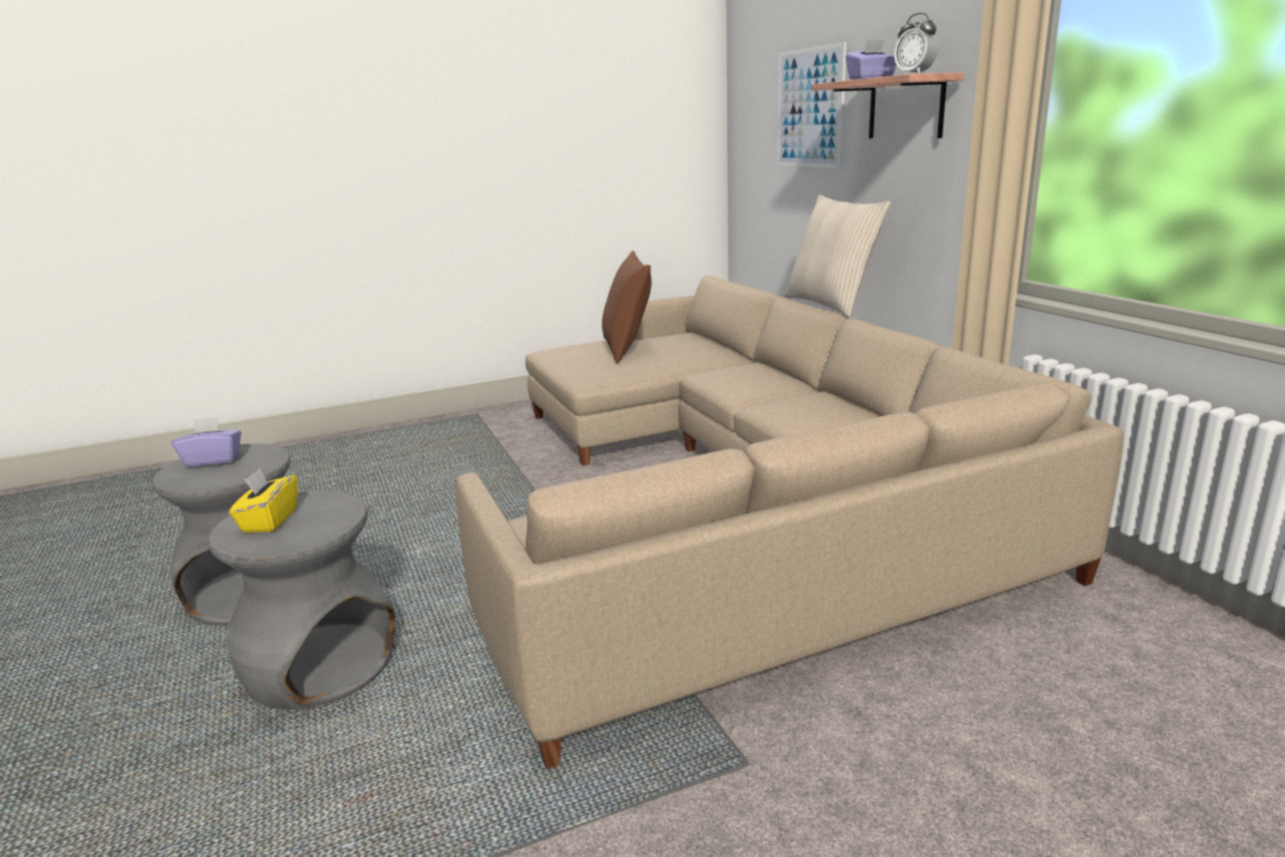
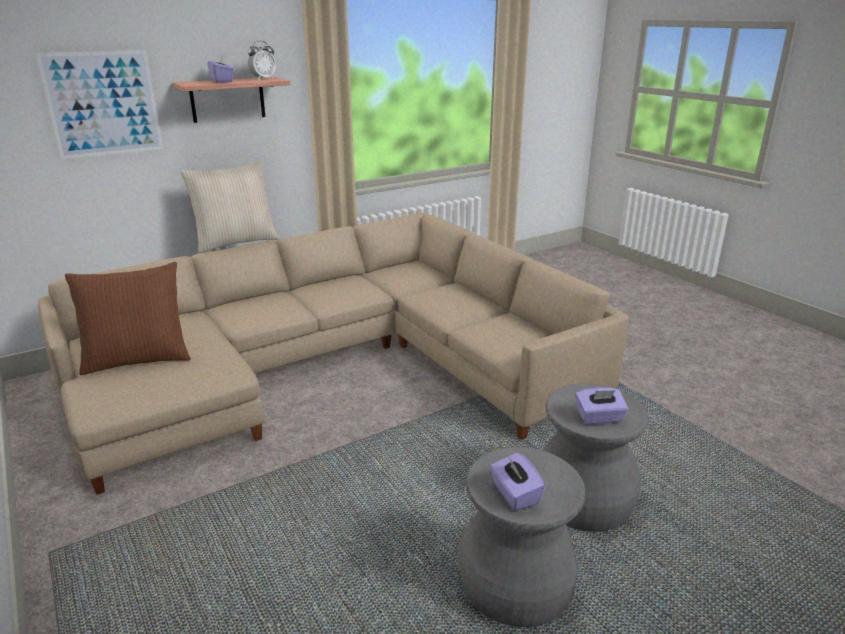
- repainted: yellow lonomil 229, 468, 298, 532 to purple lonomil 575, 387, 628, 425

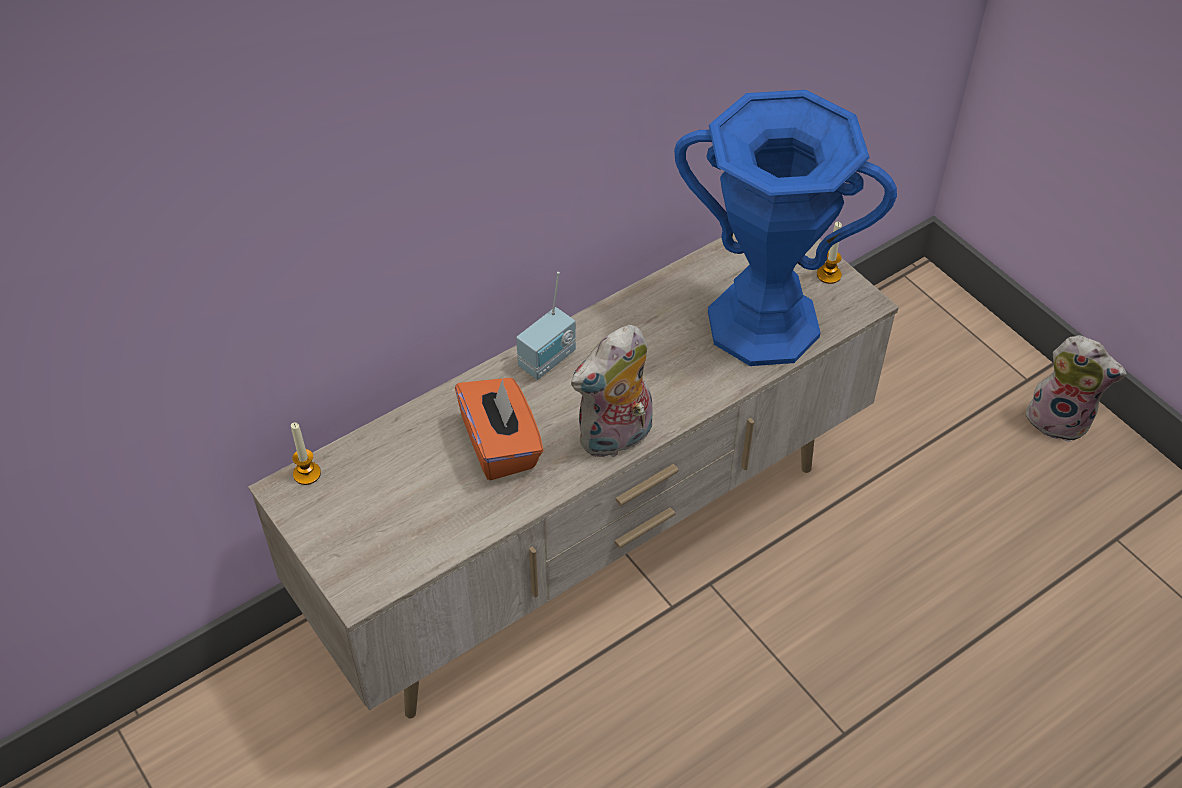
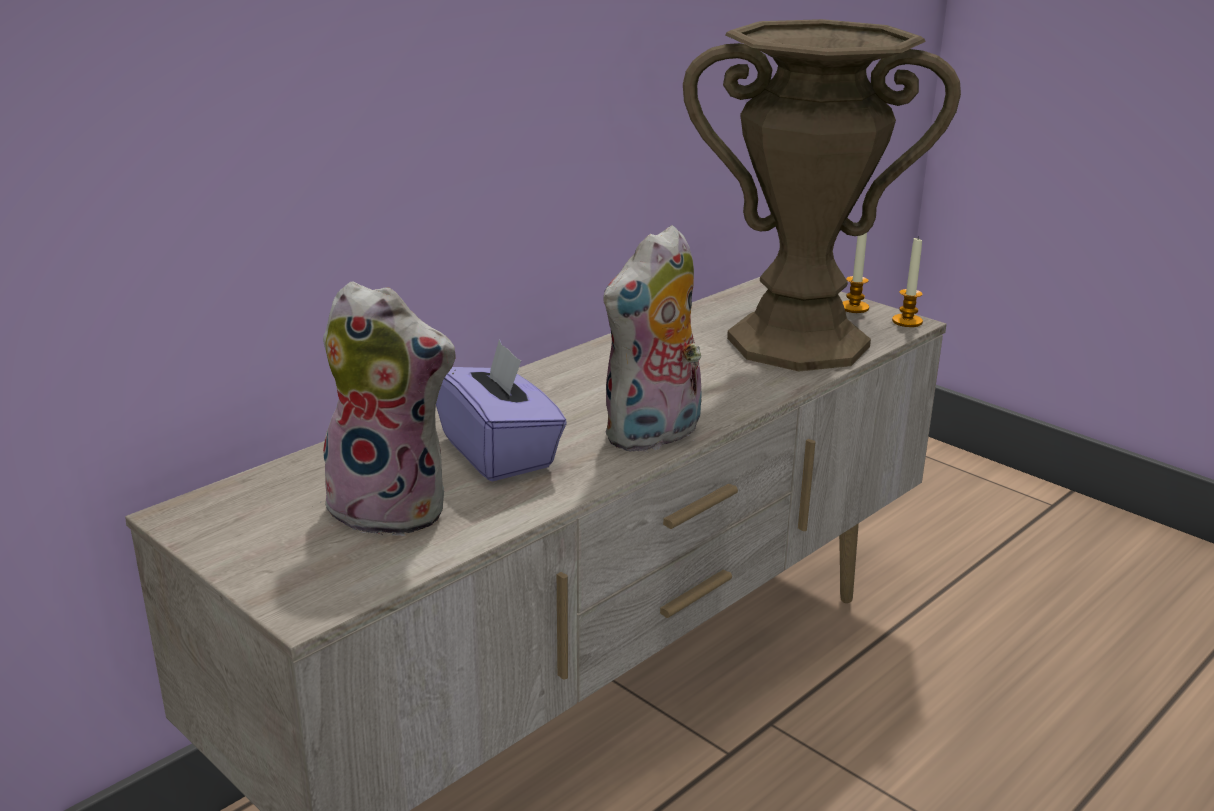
- repainted: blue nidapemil 674, 90, 897, 366 to brown nidapemil 683, 19, 961, 371
- gone: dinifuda 516, 272, 576, 380
- shifted: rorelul 1026, 335, 1127, 442 to 311, 281, 456, 536
- repainted: orange lonomil 455, 378, 544, 480 to purple lonomil 436, 339, 567, 482
- shifted: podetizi 291, 422, 321, 485 to 892, 236, 923, 327

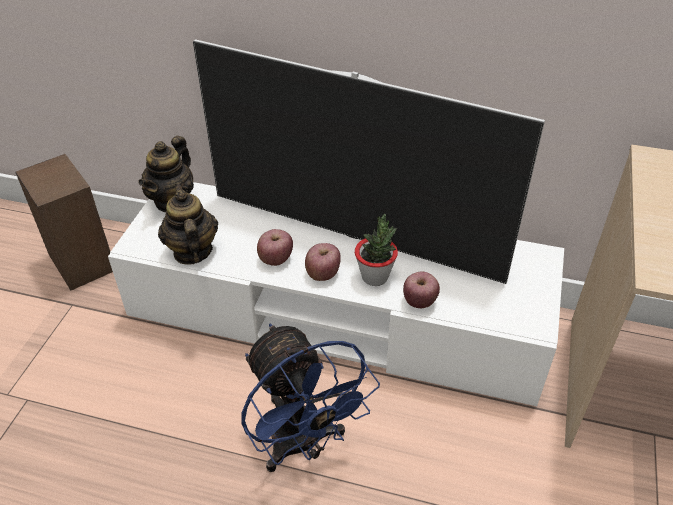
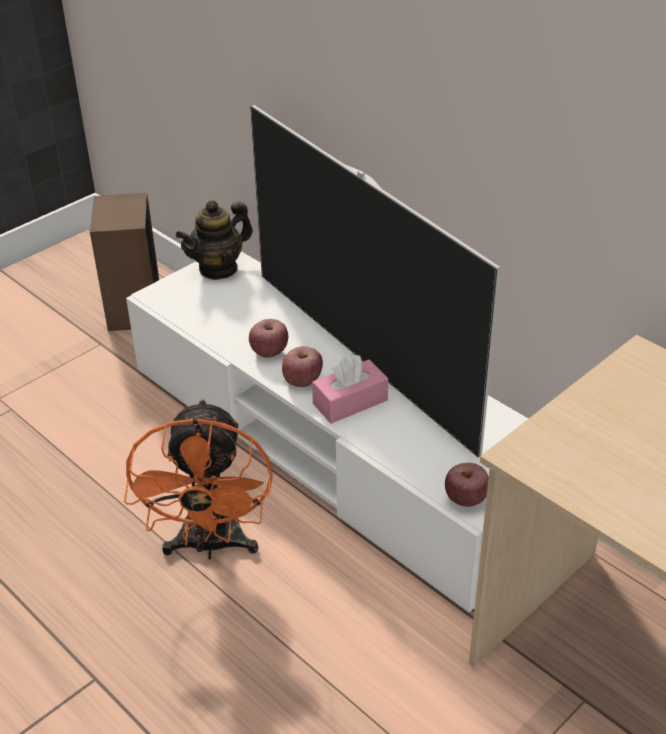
- gone: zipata 158, 183, 218, 265
- swapped: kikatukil 355, 213, 398, 286 to pink lonomil 312, 355, 388, 424
- shifted: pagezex 403, 271, 440, 308 to 445, 463, 489, 507
- repainted: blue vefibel 242, 324, 380, 472 to orange vefibel 124, 398, 273, 560

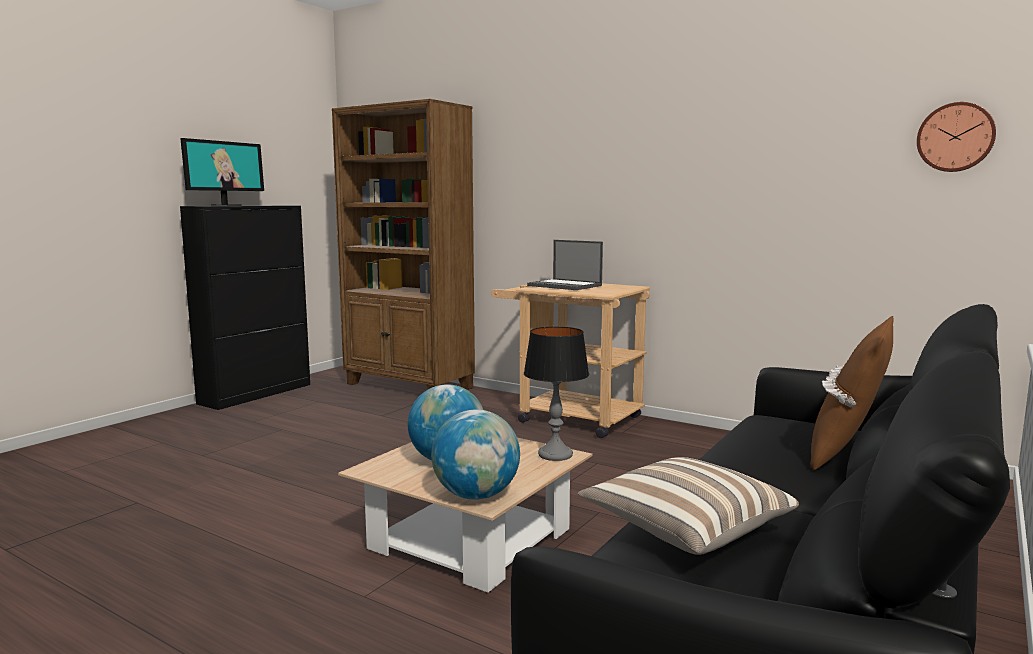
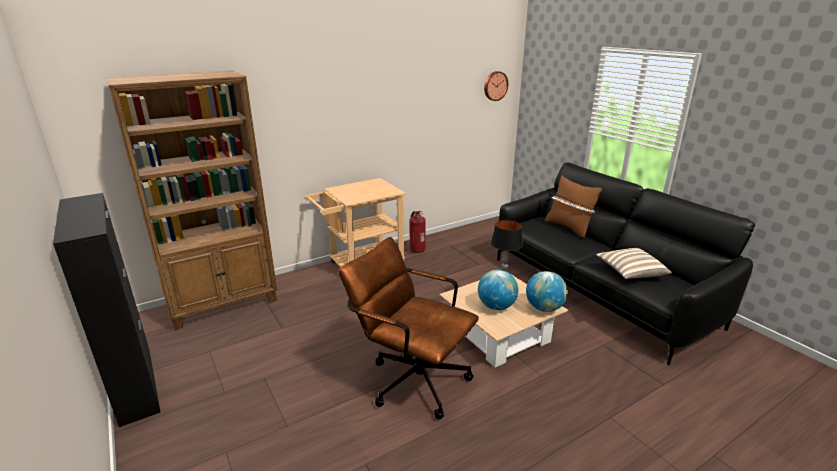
- gone: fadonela 180, 138, 264, 206
- gone: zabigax 527, 240, 603, 290
- new: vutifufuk 409, 211, 426, 253
- new: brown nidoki 339, 237, 479, 420

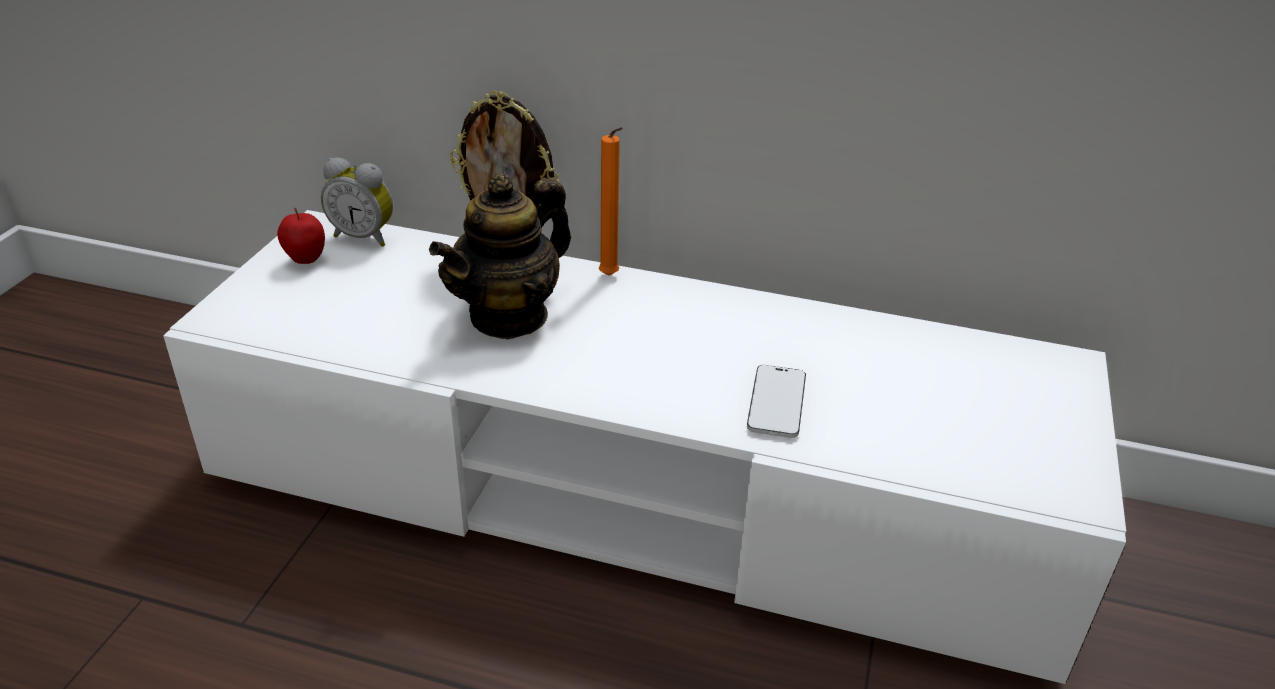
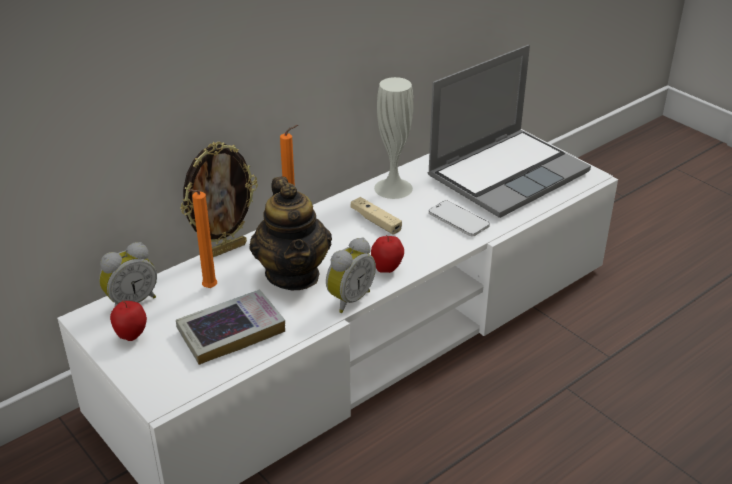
- new: zabigax 428, 45, 591, 218
- new: white nidapemil 374, 77, 413, 199
- new: orange podetizi 188, 189, 217, 288
- new: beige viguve 351, 197, 402, 234
- new: pagezex 371, 235, 404, 273
- new: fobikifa 326, 237, 376, 313
- new: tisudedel 176, 290, 285, 365

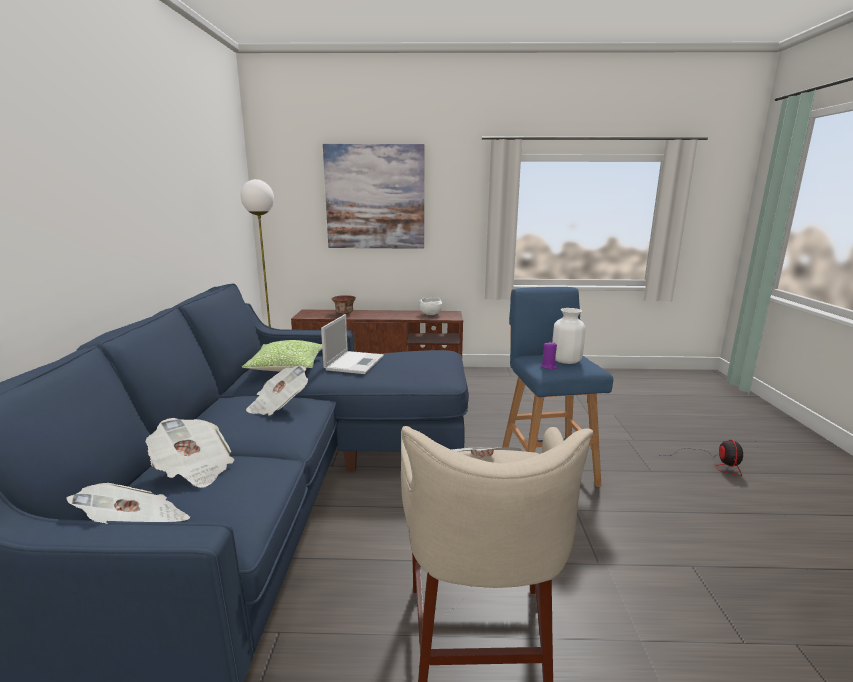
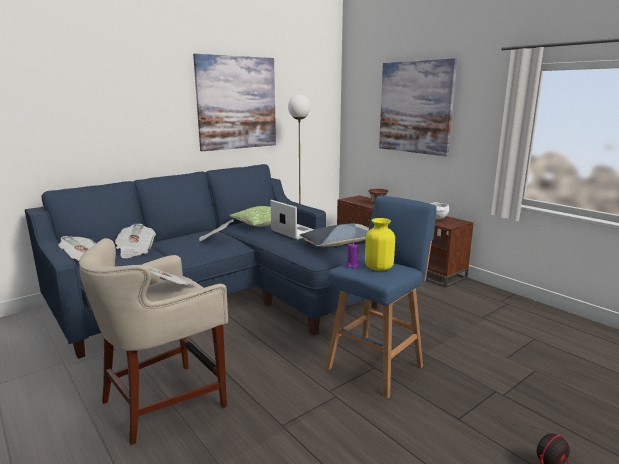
- repainted: white nidapemil 552, 308, 586, 364 to yellow nidapemil 365, 218, 395, 271
- rotated: zabigax 321, 314, 384, 374 = 270, 200, 314, 240 105 degrees counterclockwise
- new: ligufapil 193, 54, 276, 151
- new: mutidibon 300, 224, 369, 247

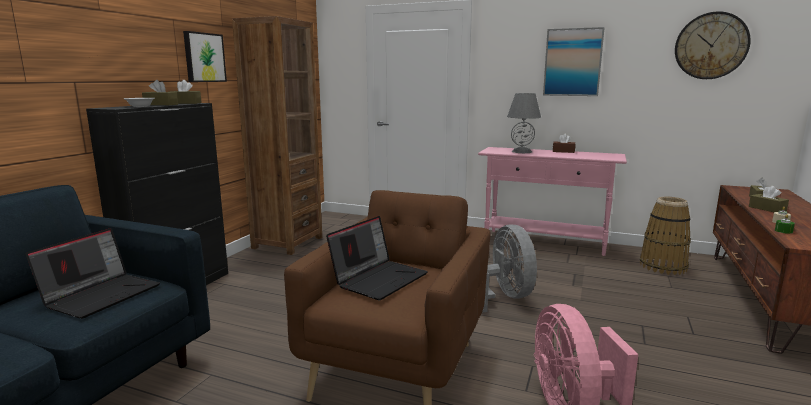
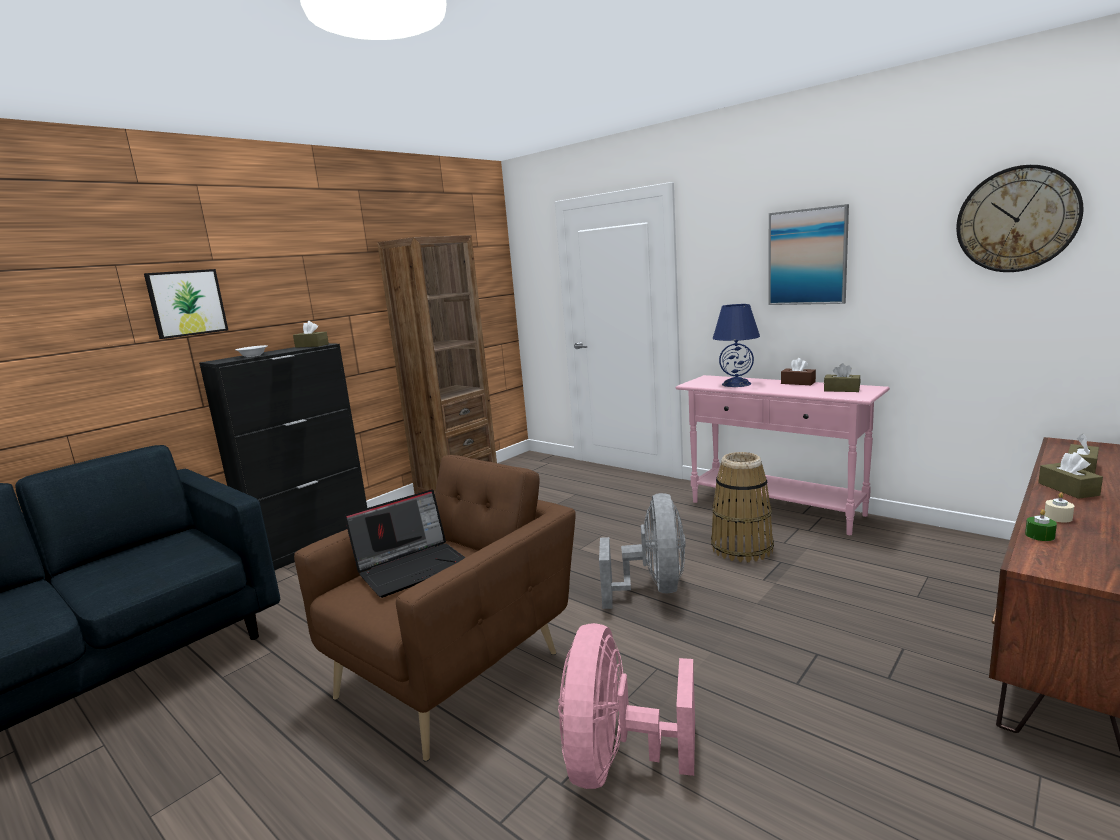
- shifted: ligufapil 183, 31, 227, 82 to 144, 269, 228, 339
- shifted: brown lonomil 142, 80, 178, 105 to 824, 363, 860, 392
- repainted: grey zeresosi 507, 93, 541, 153 to blue zeresosi 713, 304, 760, 387
- shifted: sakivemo 640, 197, 691, 275 to 711, 452, 774, 562
- gone: zabigax 26, 228, 160, 319

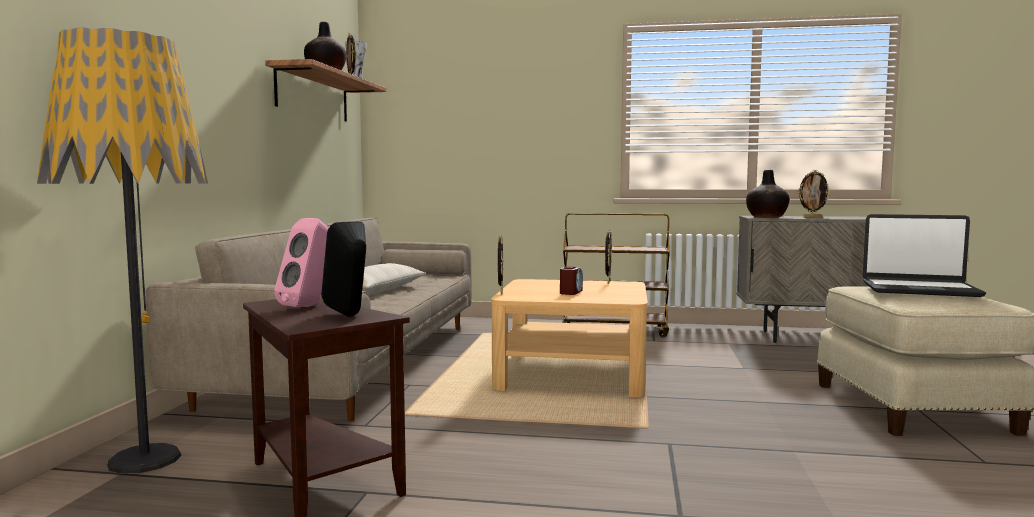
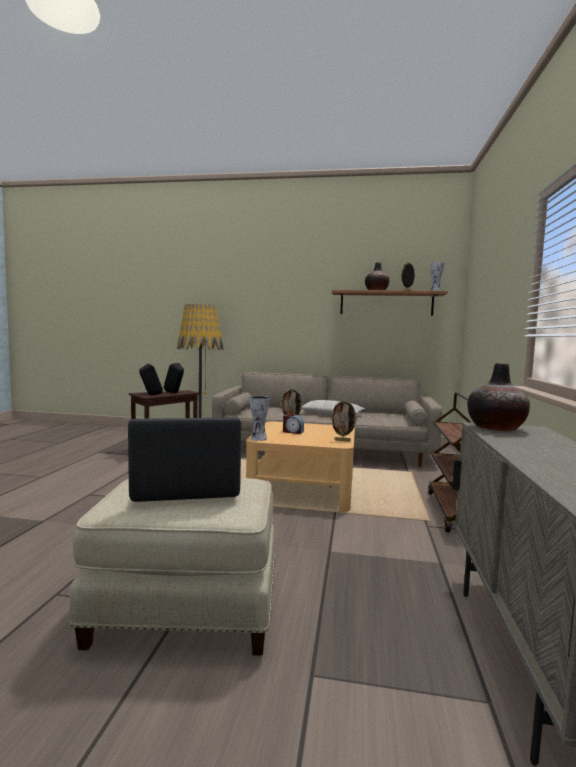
- gone: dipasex 798, 170, 831, 218
- rotated: zabigax 863, 214, 986, 297 = 128, 418, 241, 502 60 degrees clockwise
- repainted: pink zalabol 274, 218, 329, 307 to black zalabol 164, 363, 184, 393
- new: nidapemil 249, 396, 270, 441

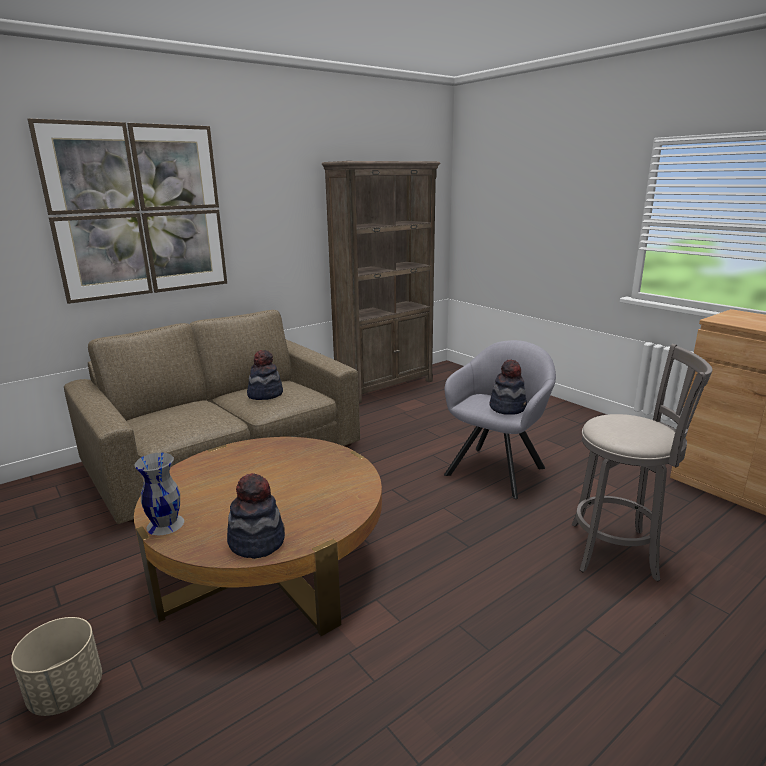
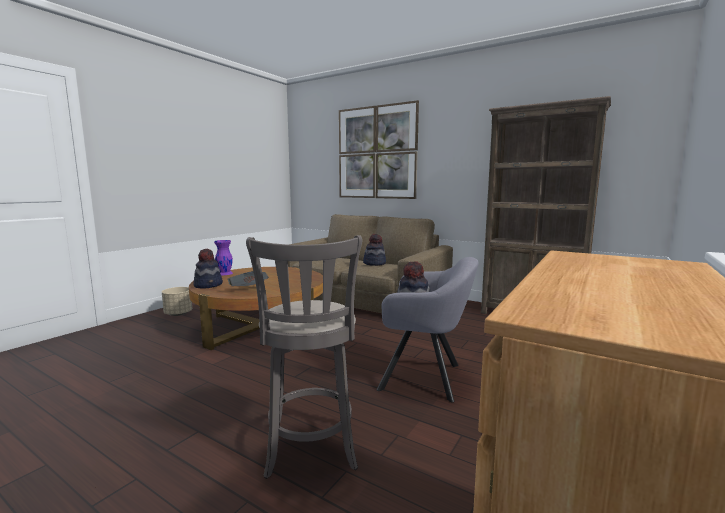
- repainted: grey nidapemil 134, 453, 184, 535 to purple nidapemil 214, 240, 233, 275
- new: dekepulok 228, 271, 269, 286

